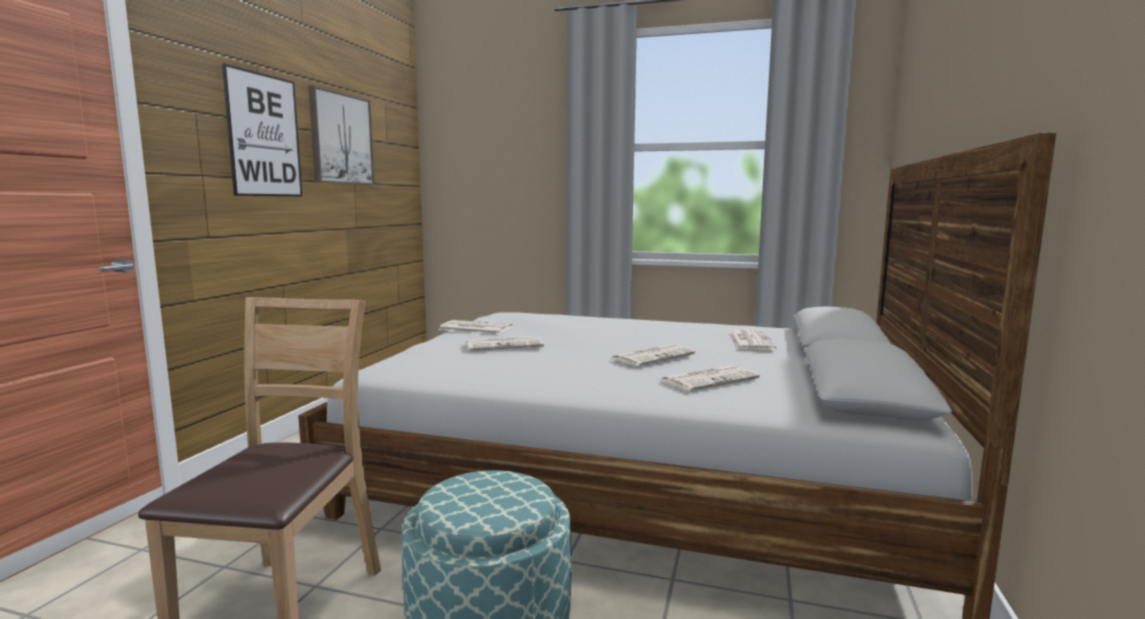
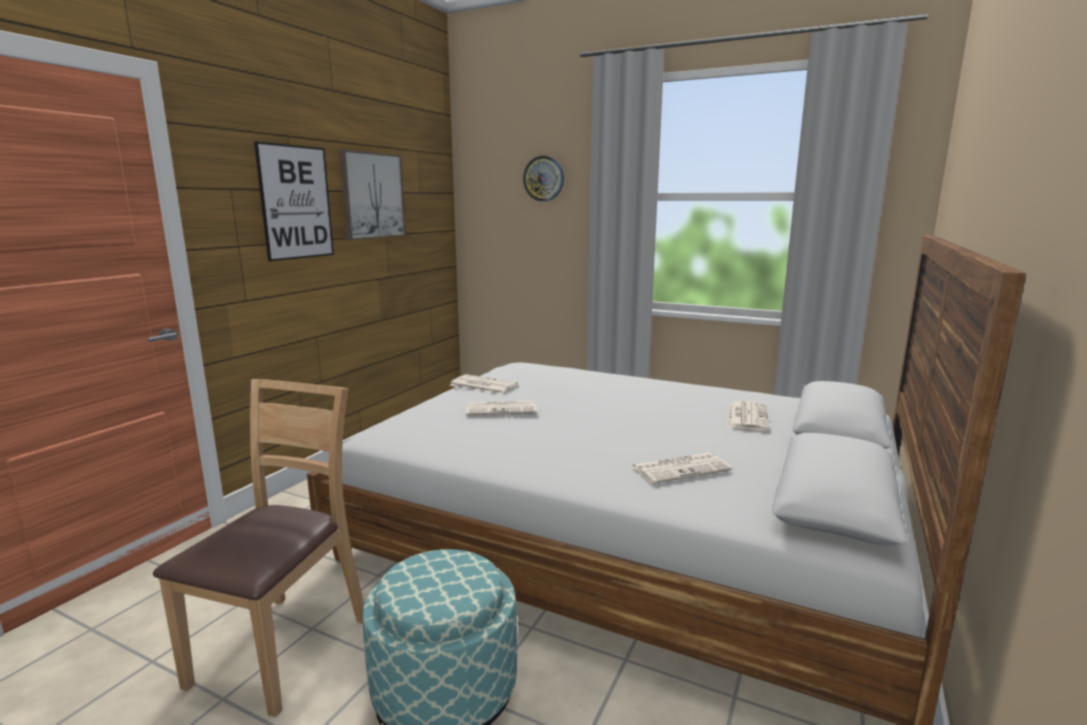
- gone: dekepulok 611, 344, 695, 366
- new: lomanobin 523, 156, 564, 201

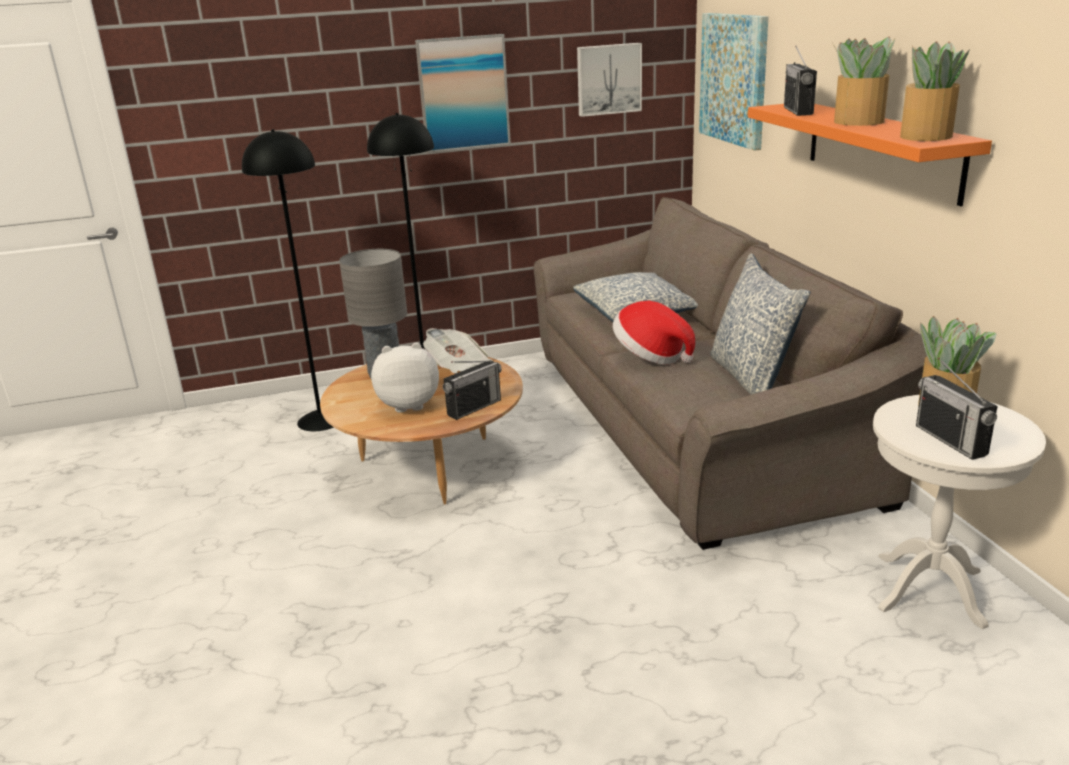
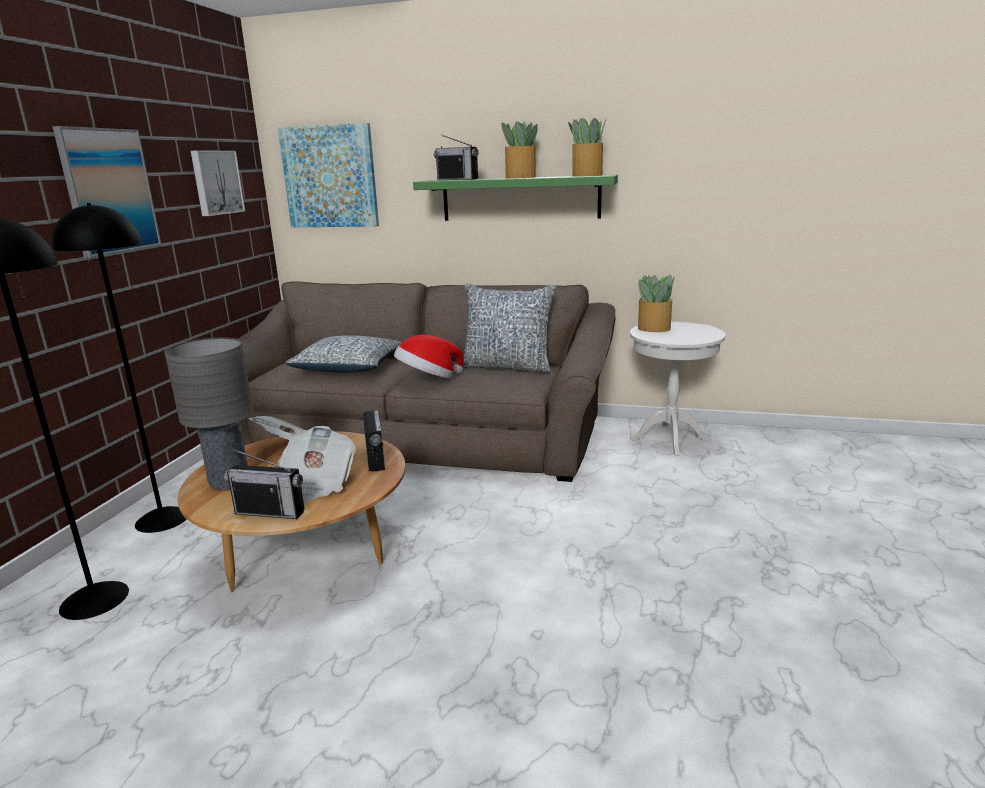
- repainted: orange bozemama 748, 104, 992, 206 to green bozemama 413, 175, 618, 221
- swapped: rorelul 371, 343, 439, 413 to dekepulok 277, 426, 356, 503
- shifted: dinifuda 916, 357, 998, 460 to 224, 450, 305, 519

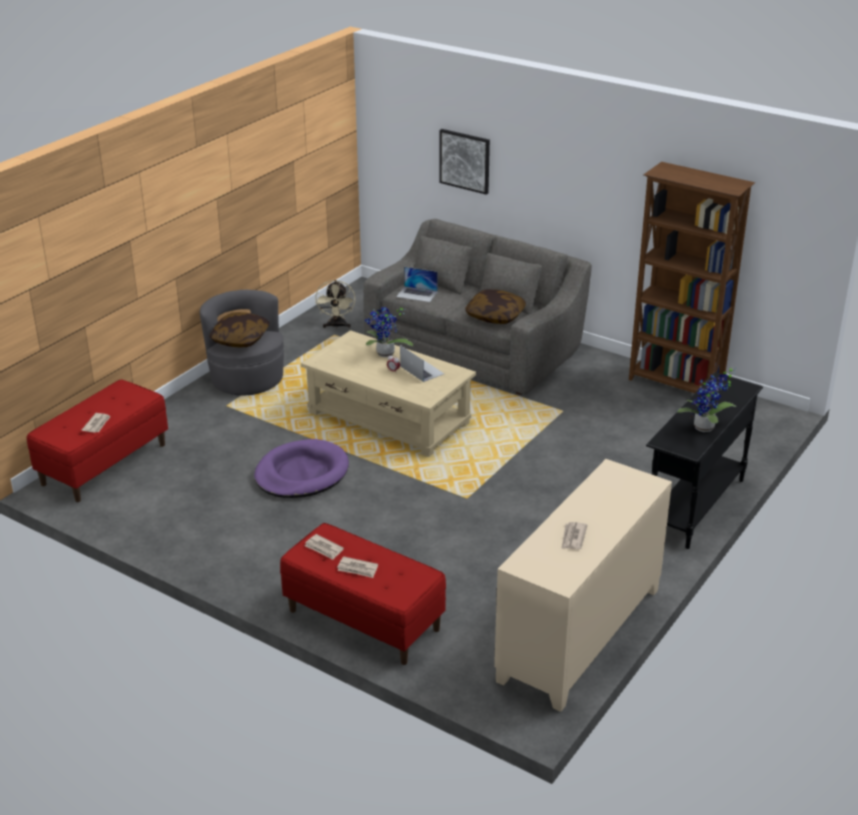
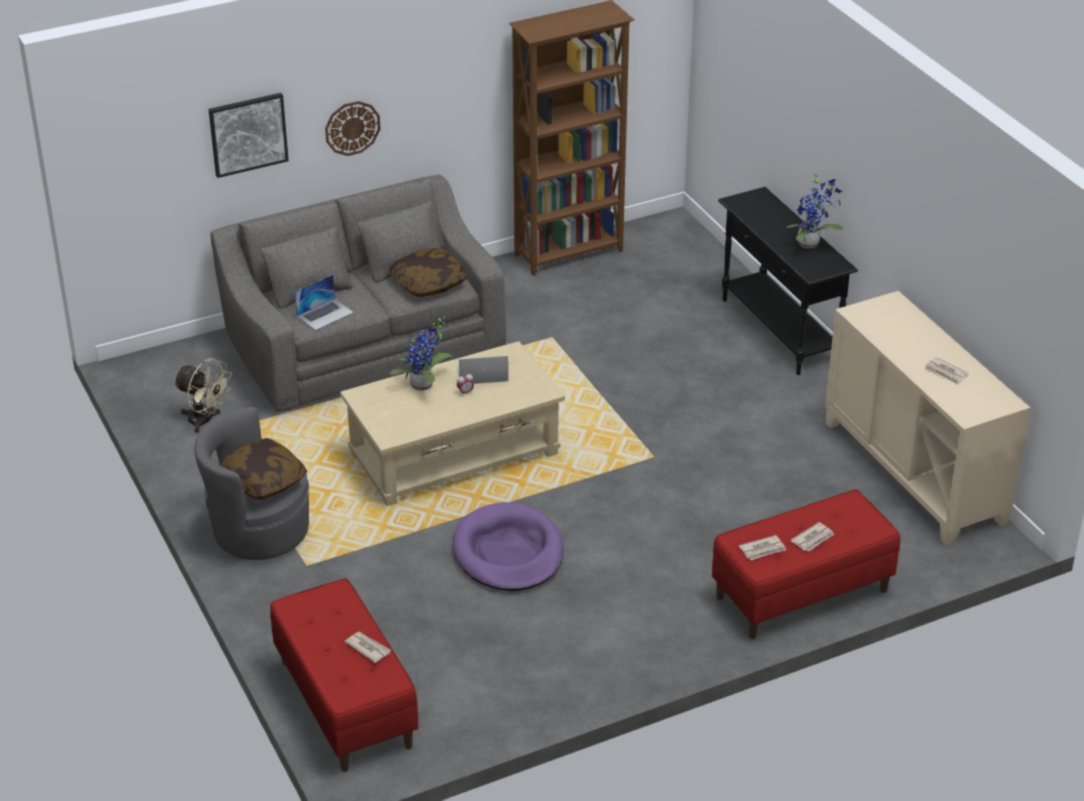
- new: lomanobin 325, 101, 381, 156

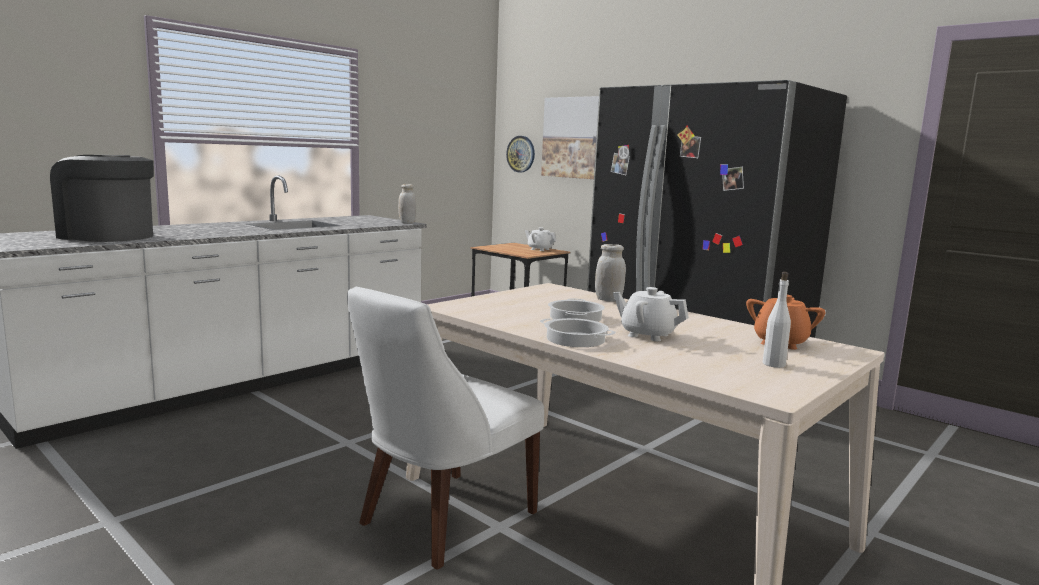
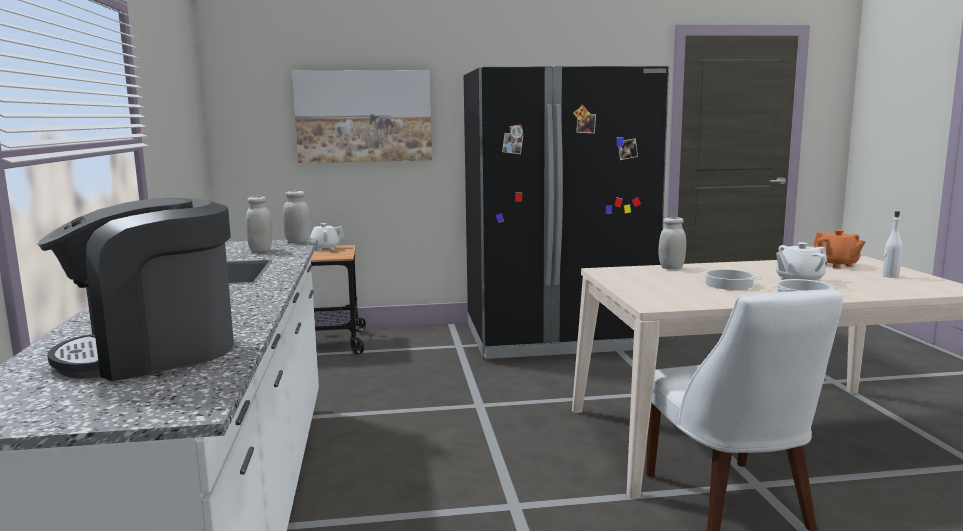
- gone: lomanobin 506, 136, 535, 172
- new: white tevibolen 246, 196, 273, 252

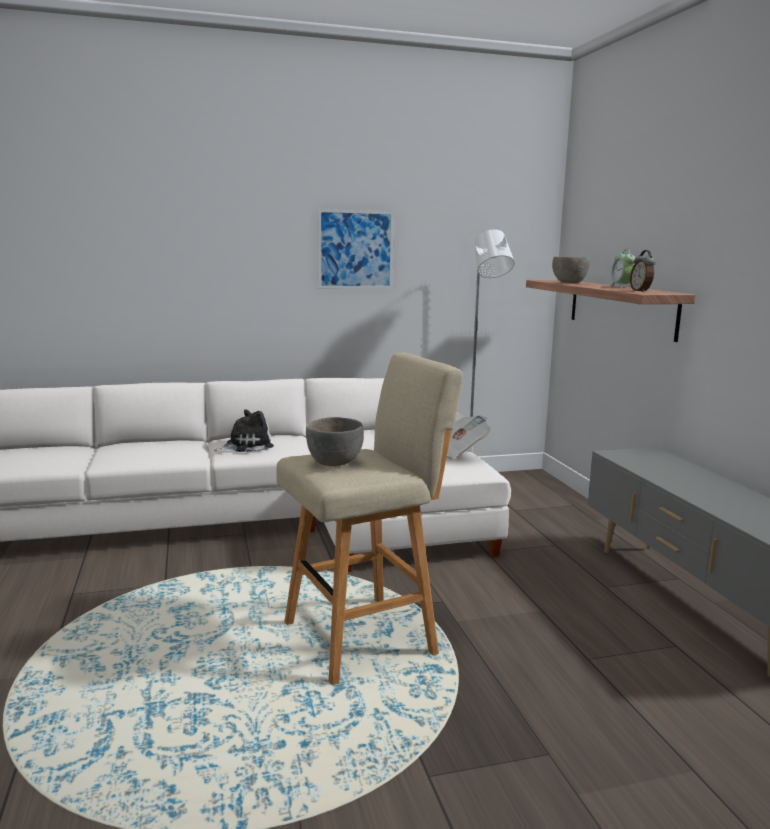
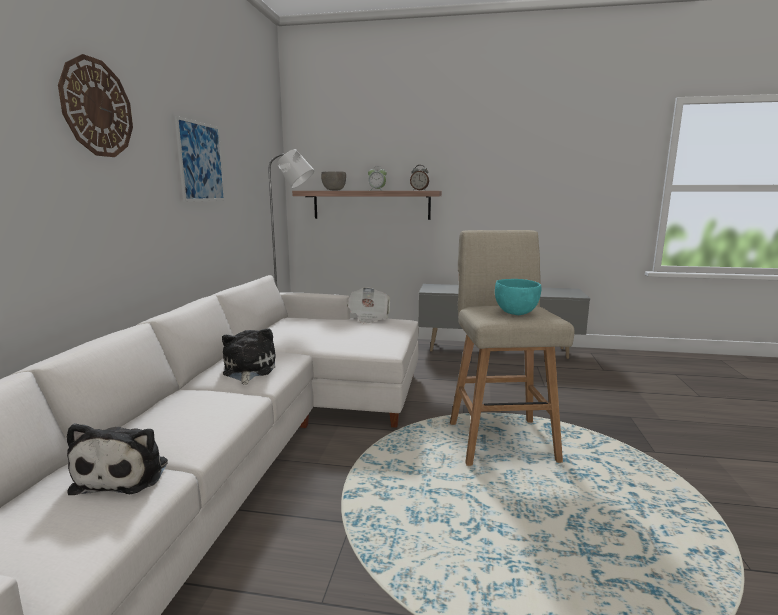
- repainted: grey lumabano 306, 417, 364, 466 to turquoise lumabano 495, 279, 541, 315
- new: lomanobin 58, 54, 133, 157
- new: rorelul 67, 423, 168, 495

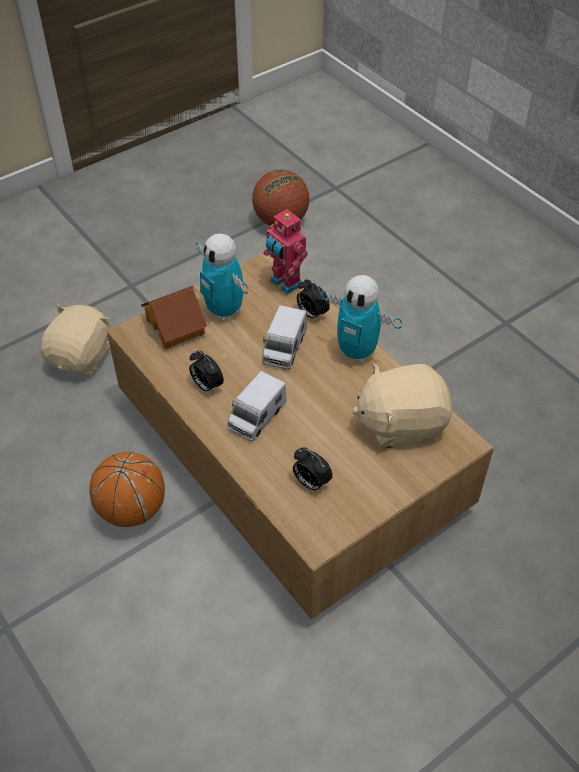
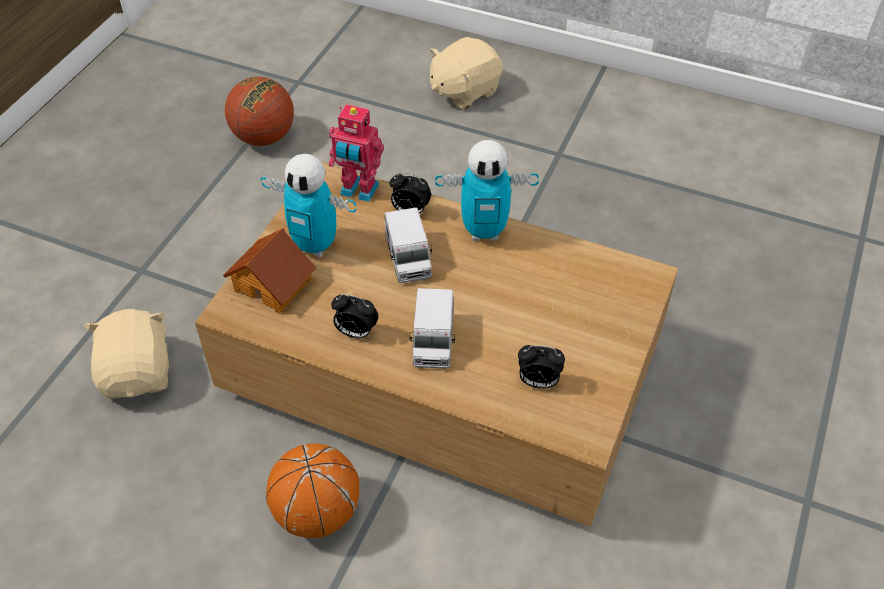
- shifted: beige rorelul 352, 363, 452, 449 to 430, 37, 503, 110

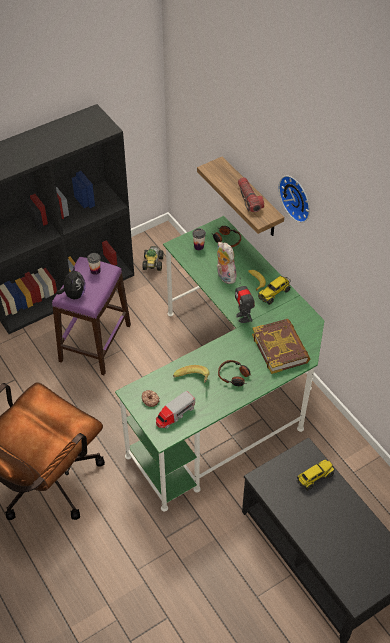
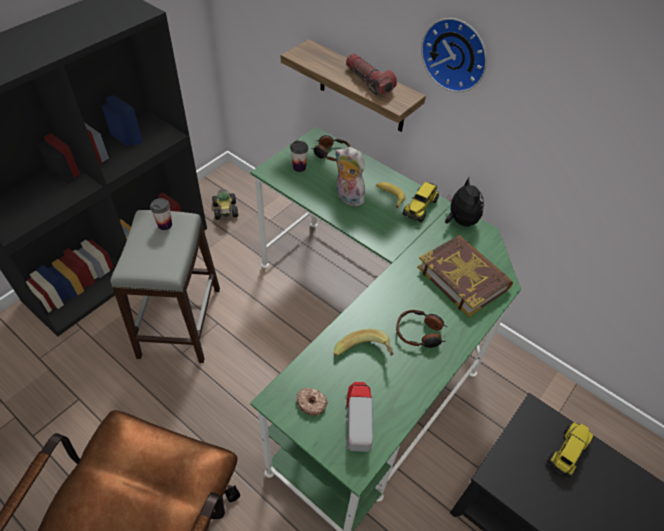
- repainted: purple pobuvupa 52, 257, 131, 375 to grey pobuvupa 110, 210, 220, 363
- shifted: rorelul 56, 265, 86, 300 to 445, 178, 484, 226
- gone: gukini 235, 283, 255, 323
- rotated: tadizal 156, 391, 195, 429 = 346, 382, 373, 452 150 degrees clockwise

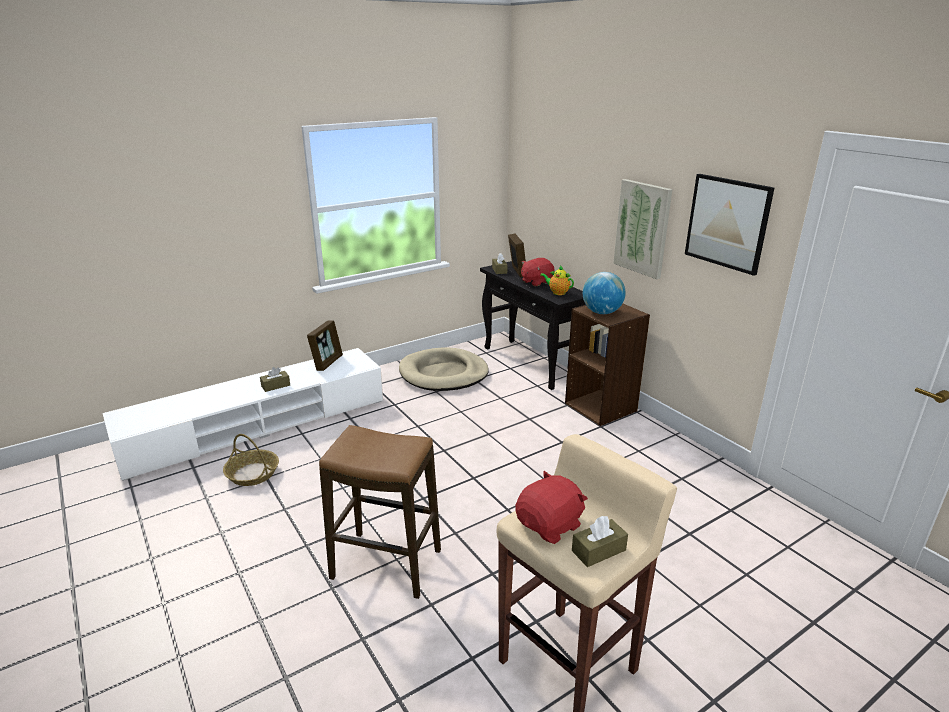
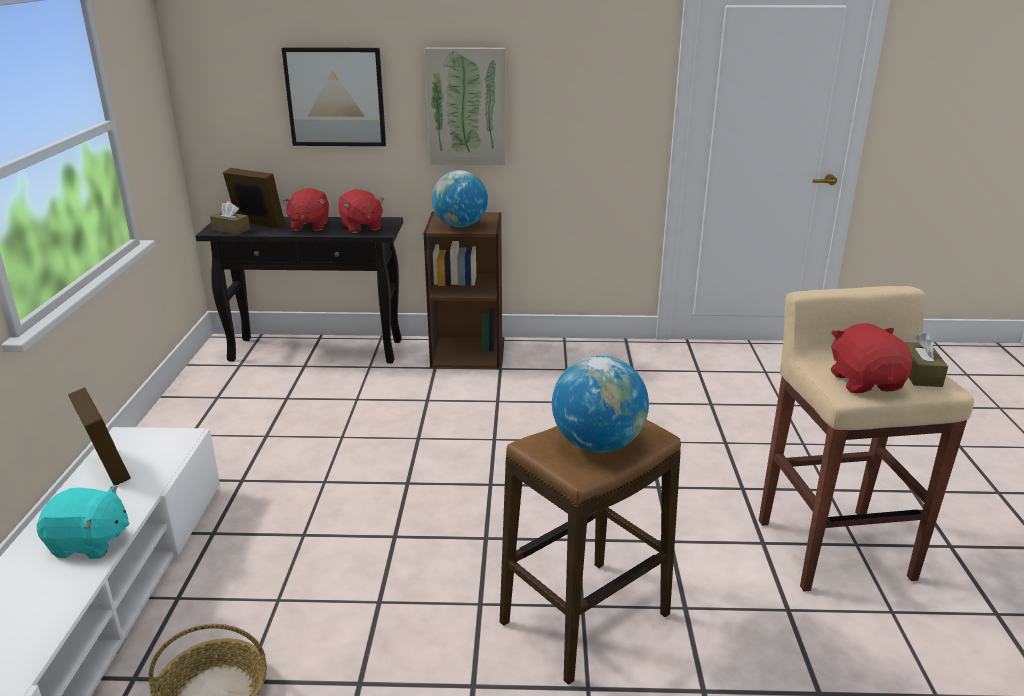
- shifted: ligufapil 685, 174, 774, 276 to 282, 47, 386, 146
- swapped: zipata 540, 265, 574, 295 to red rorelul 338, 189, 384, 233
- gone: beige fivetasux 399, 347, 489, 391
- swapped: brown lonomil 260, 367, 290, 392 to turquoise rorelul 37, 485, 129, 559
- new: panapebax 552, 355, 649, 453

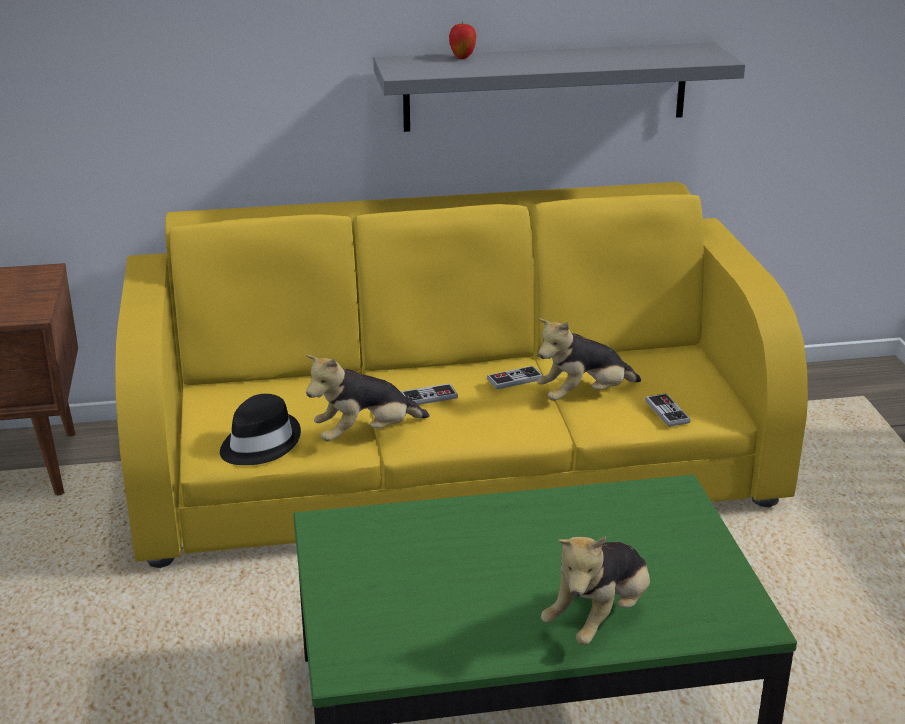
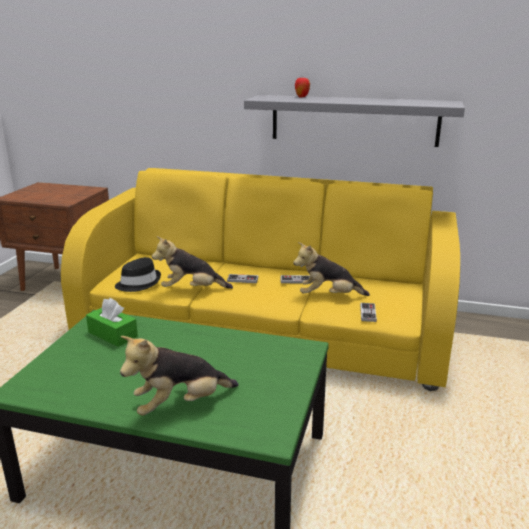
- new: green lonomil 86, 298, 138, 347

